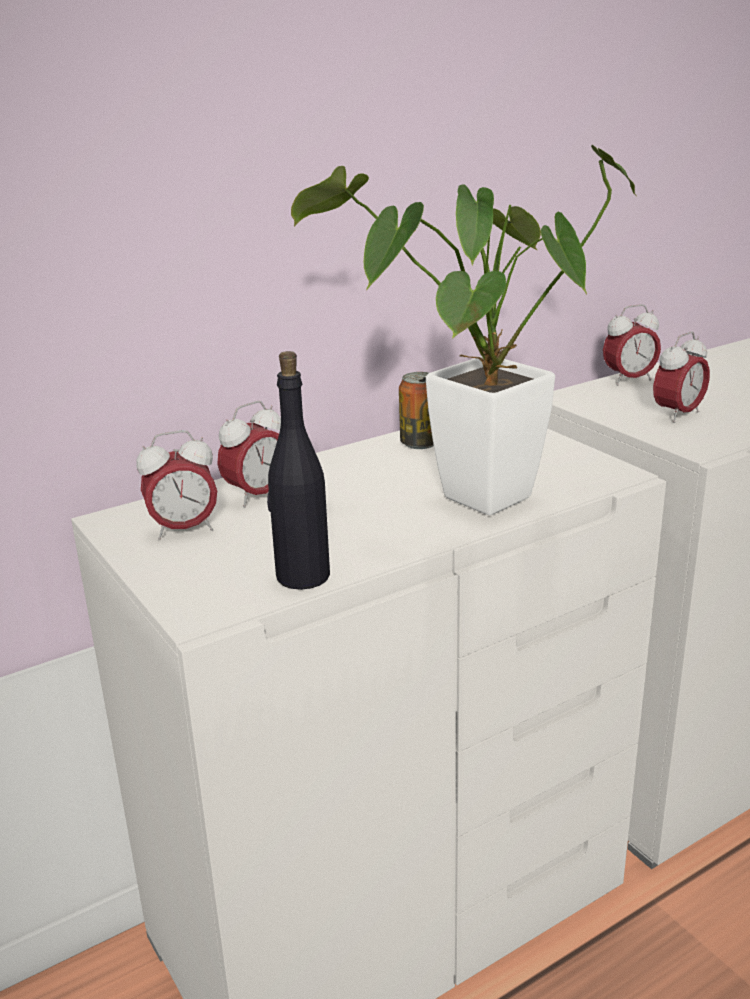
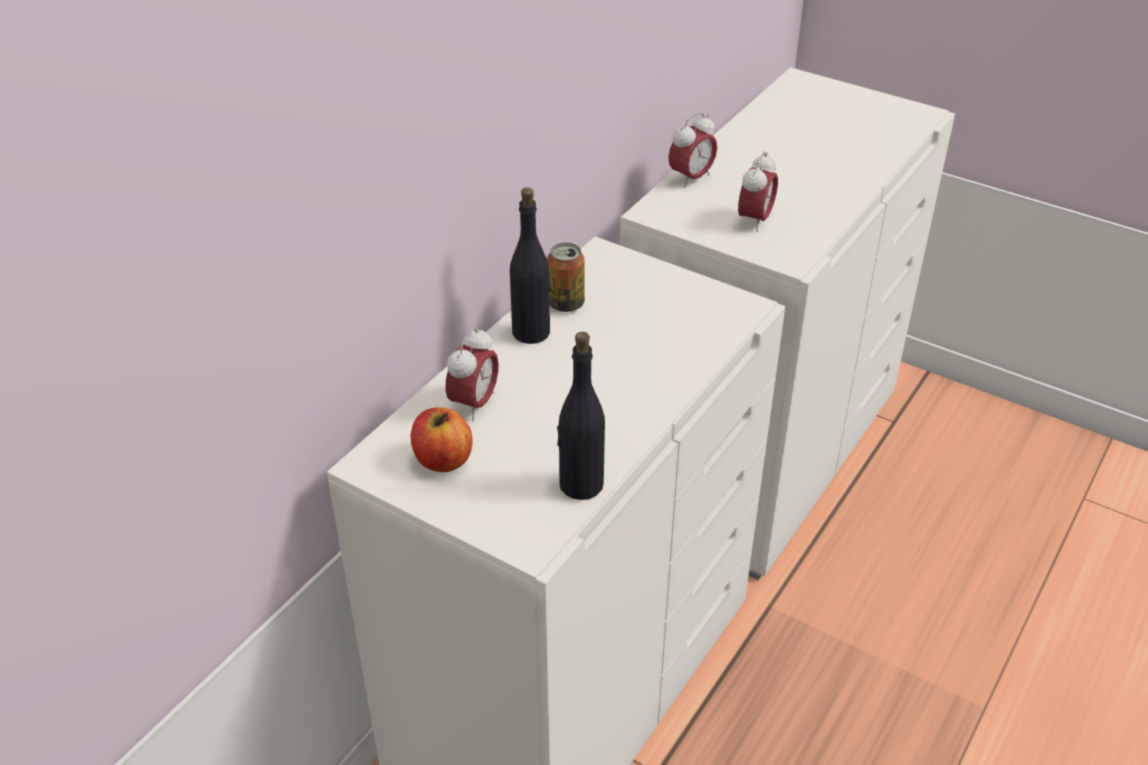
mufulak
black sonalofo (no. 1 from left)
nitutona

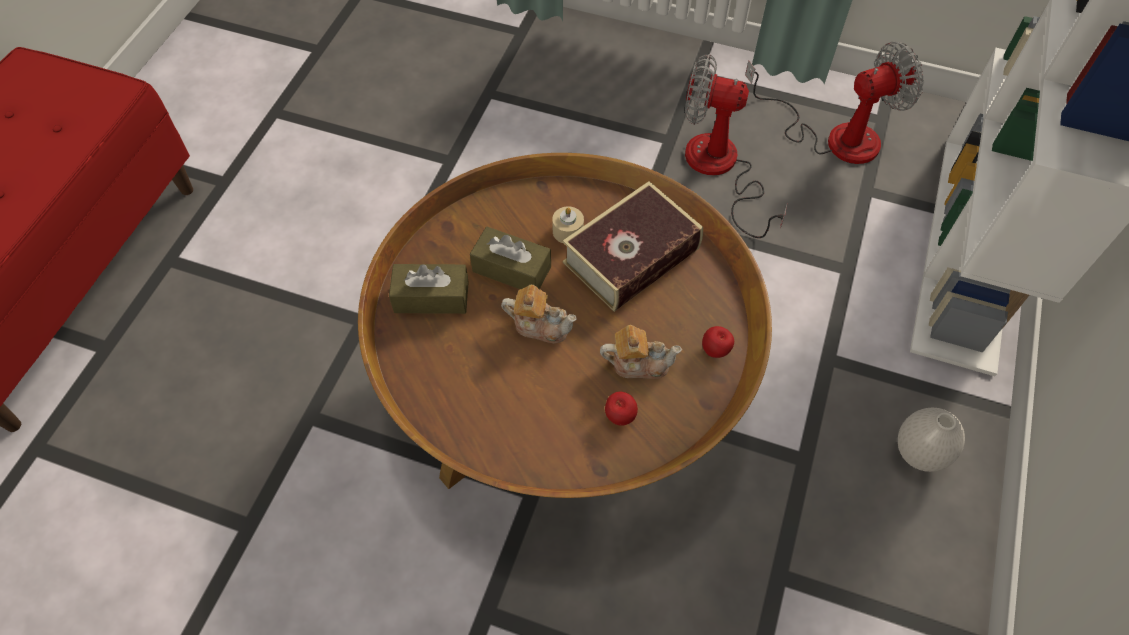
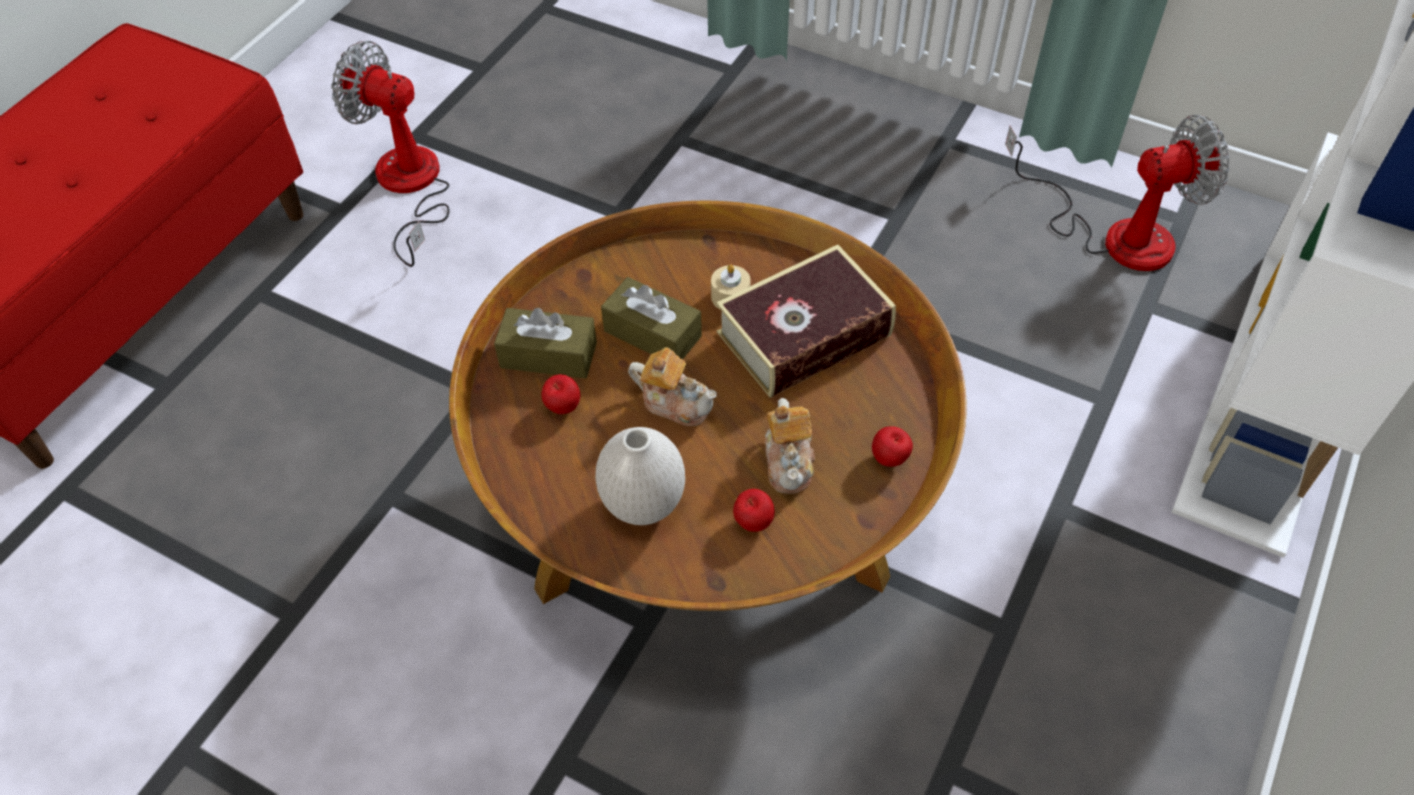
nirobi (no. 1 from left)
mufulak (no. 1 from left)
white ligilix
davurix (no. 2 from left)

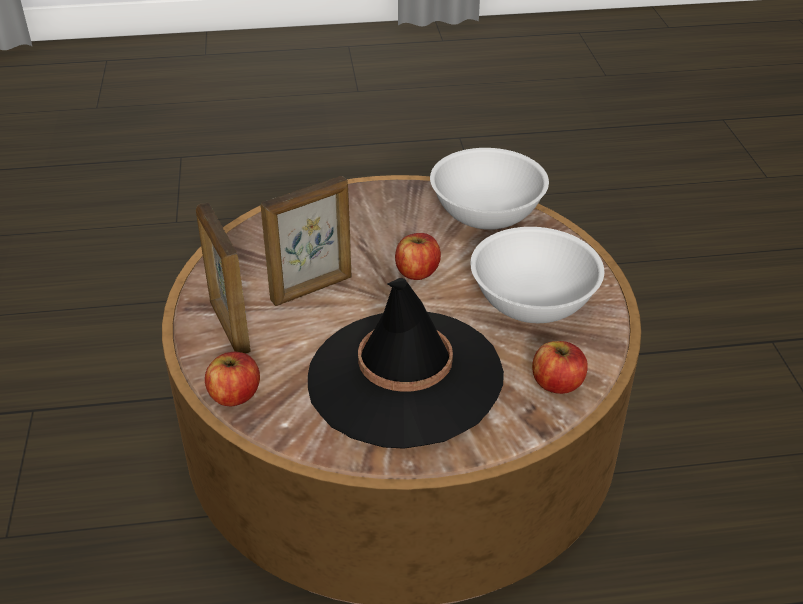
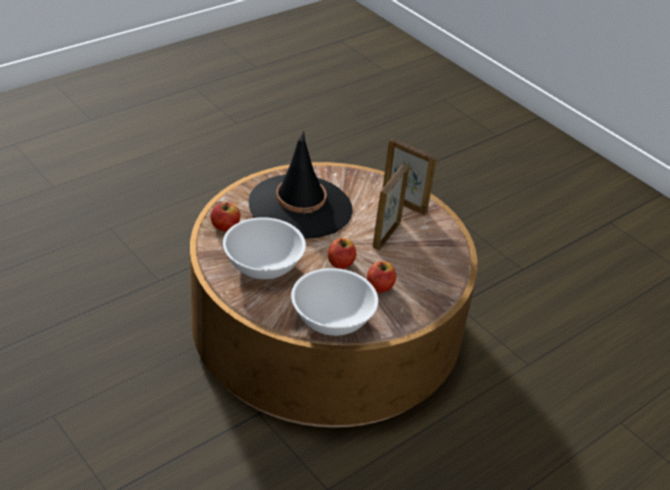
mufulak (no. 3 from left)

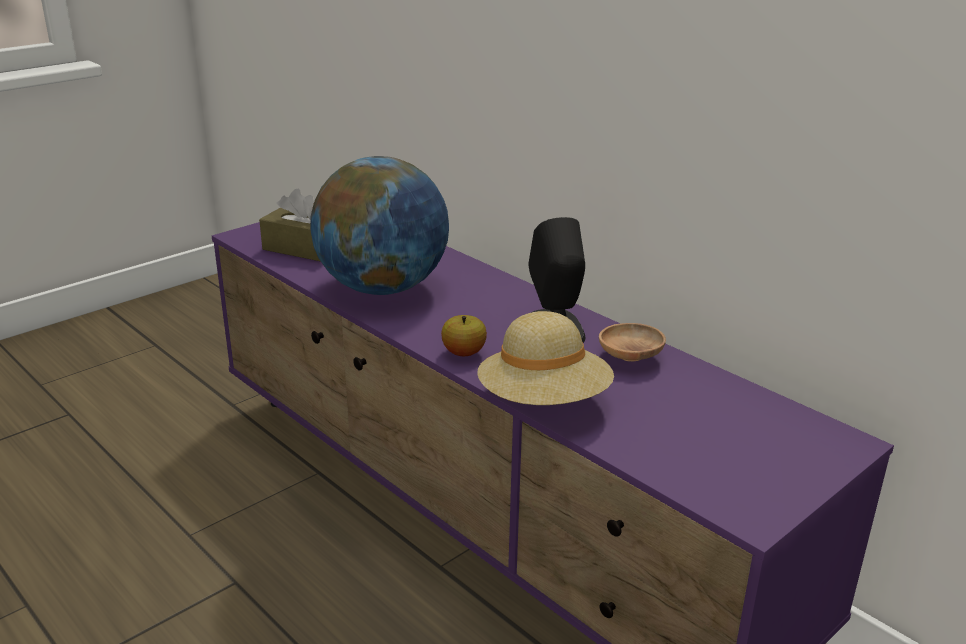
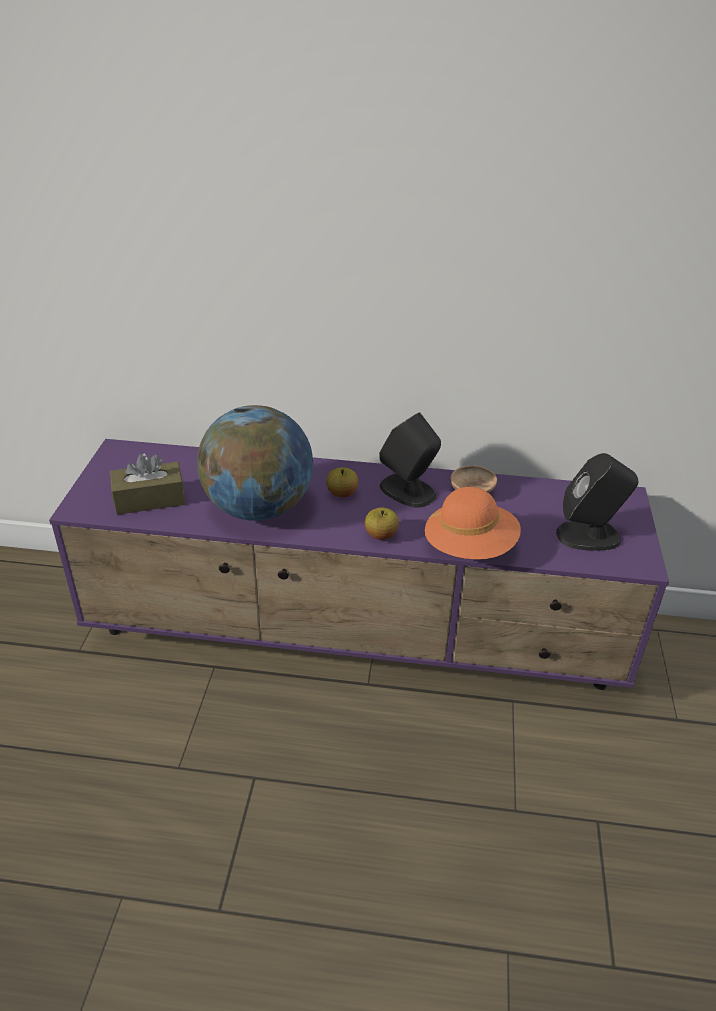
mufulak (no. 1 from left)
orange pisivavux
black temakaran (no. 2 from left)

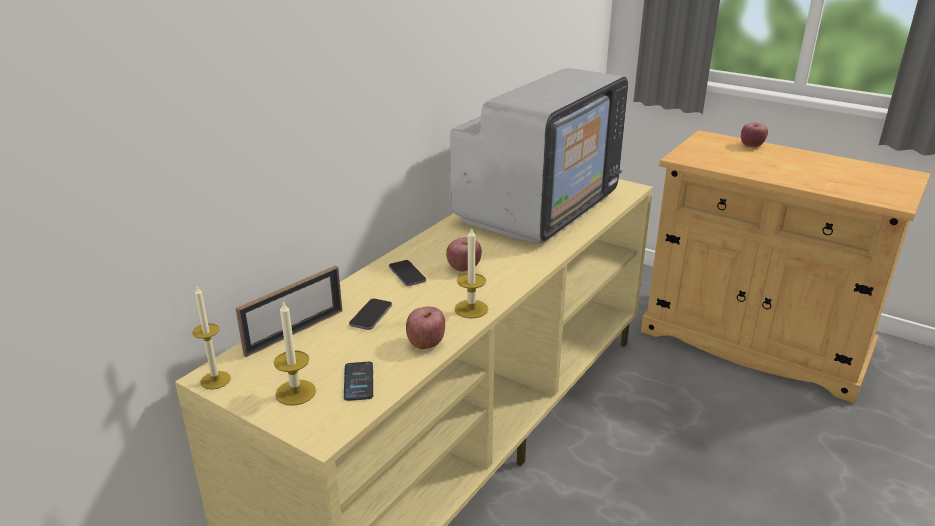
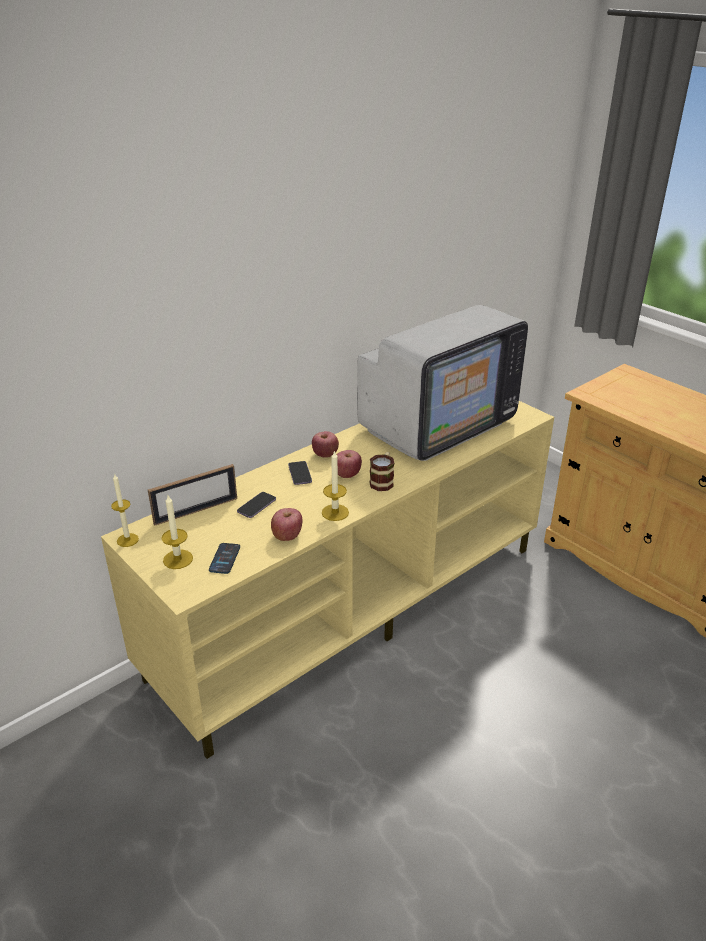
mufulak (no. 2 from left)
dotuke

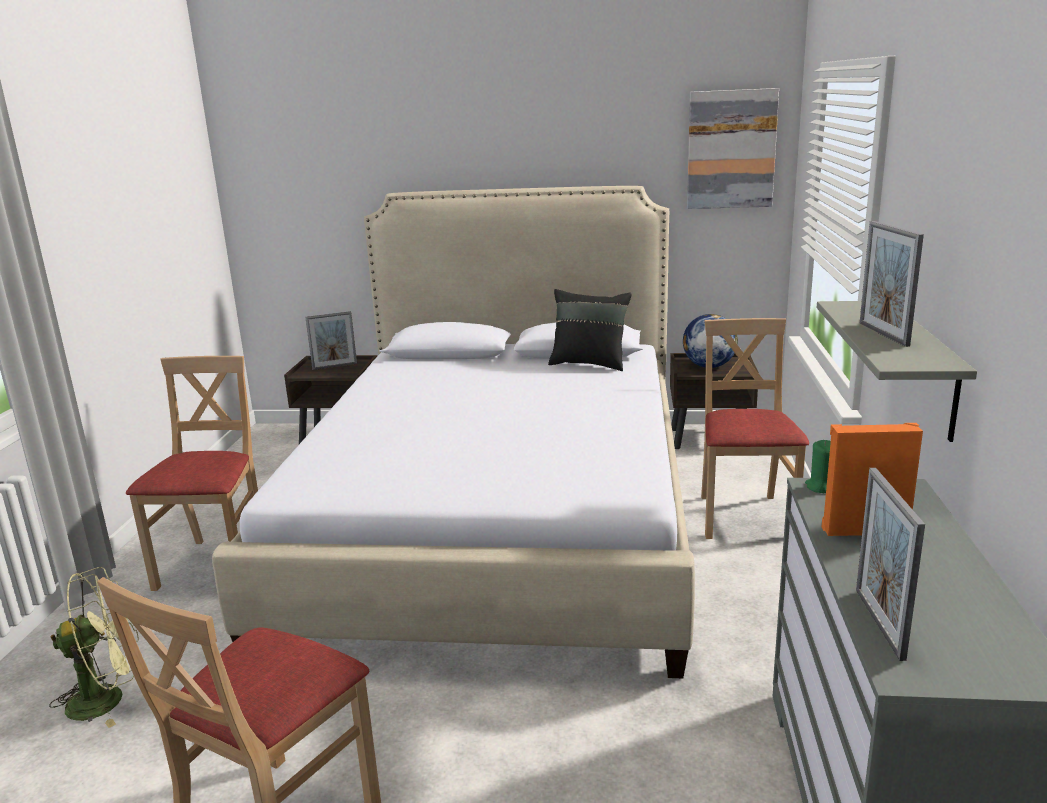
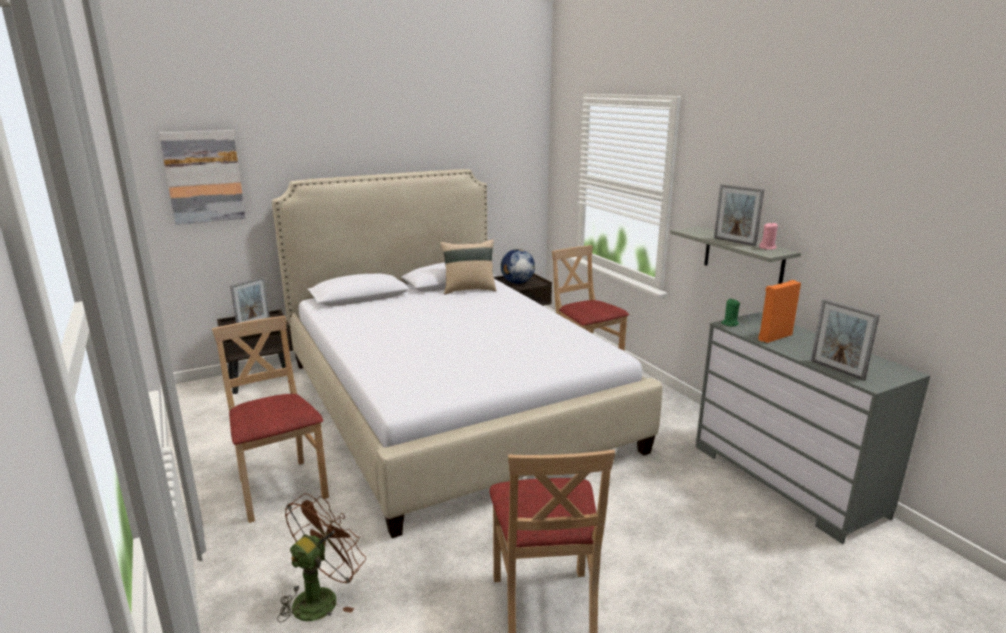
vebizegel
brown nirobi
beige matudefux
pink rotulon

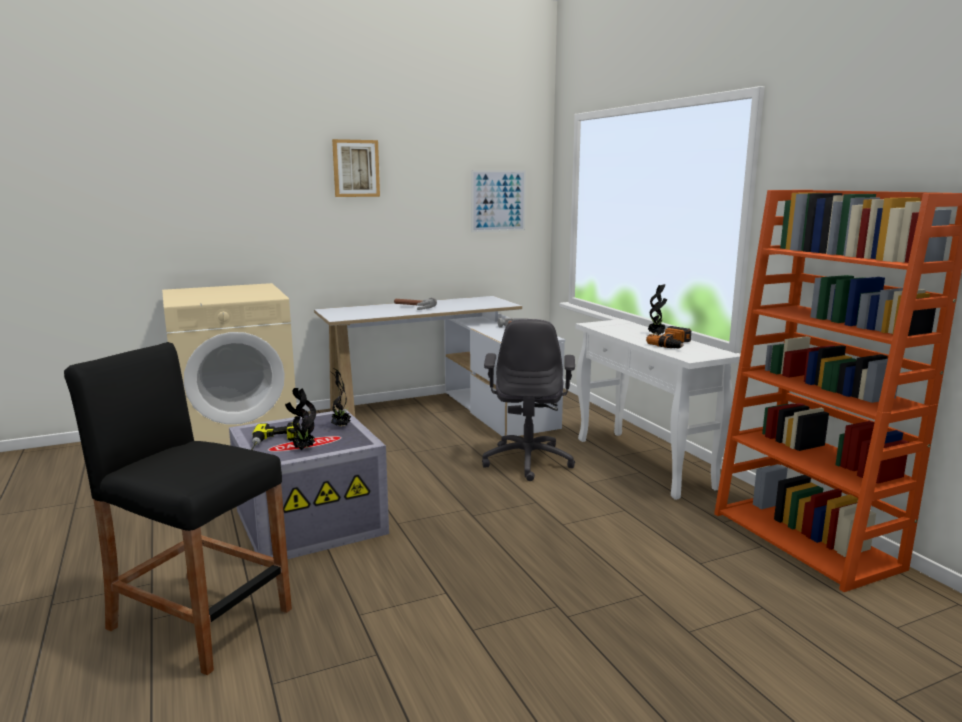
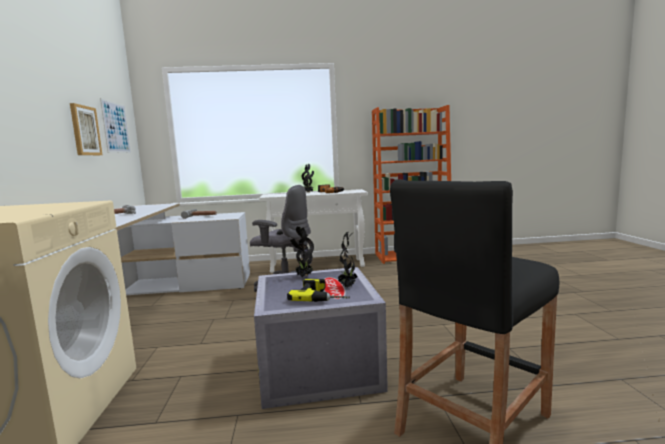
vebizegel (no. 1 from left)

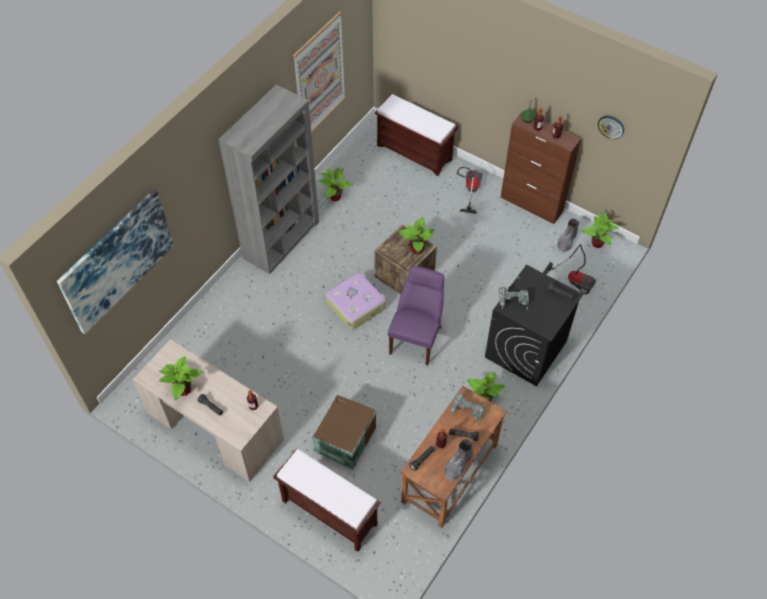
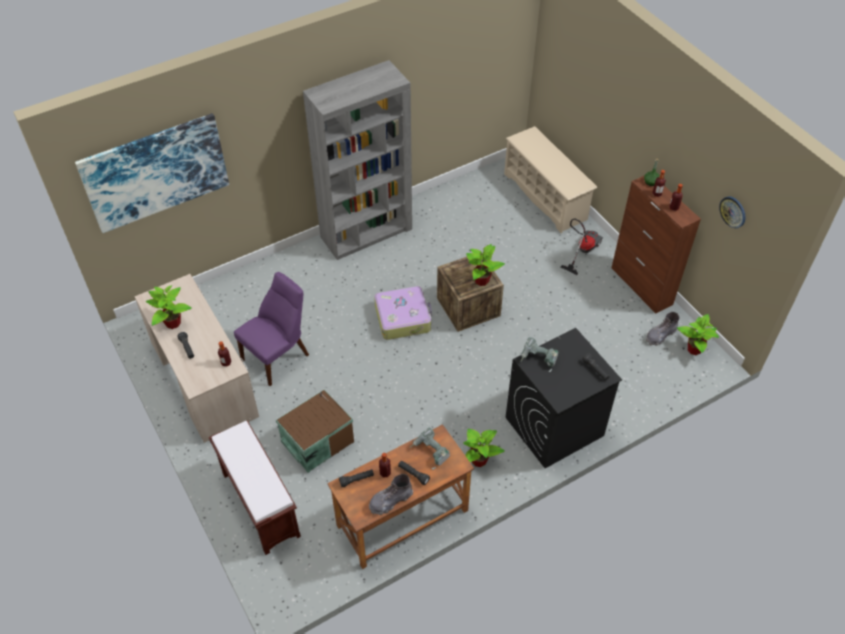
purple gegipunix
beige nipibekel
vebizegel (no. 2 from left in the first image)
nitutona (no. 2 from left in the first image)
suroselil (no. 2 from left in the first image)

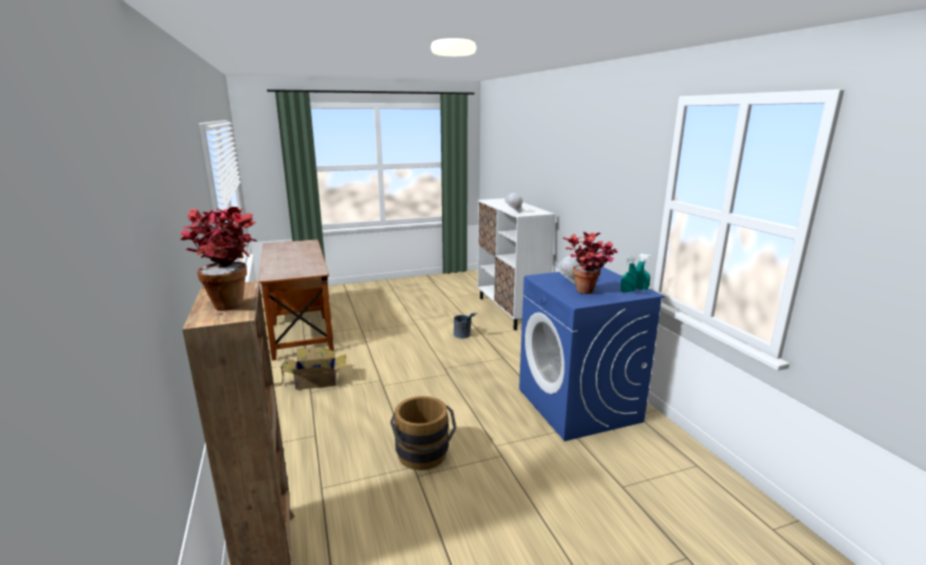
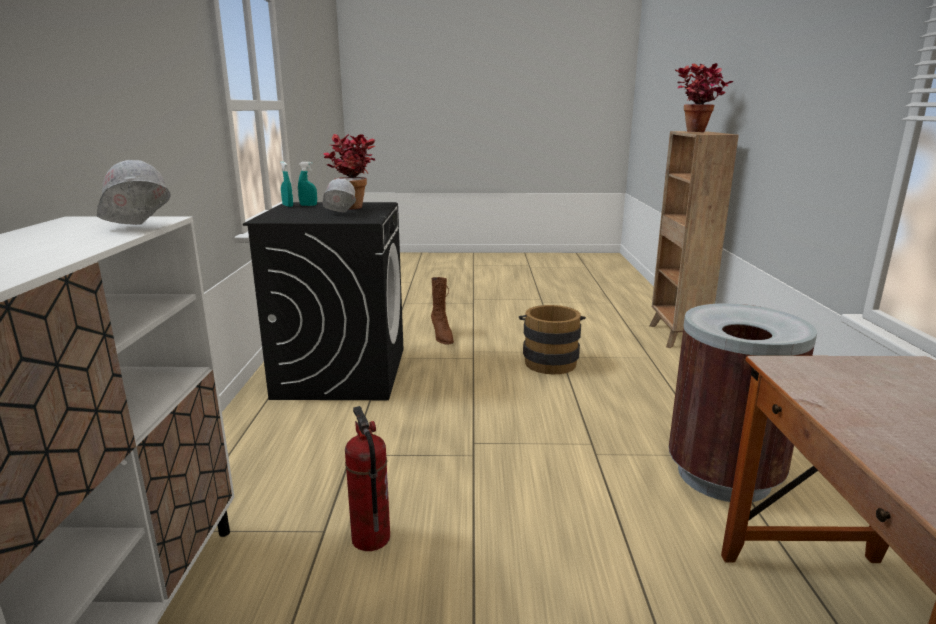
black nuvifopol
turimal
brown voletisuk
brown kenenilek

